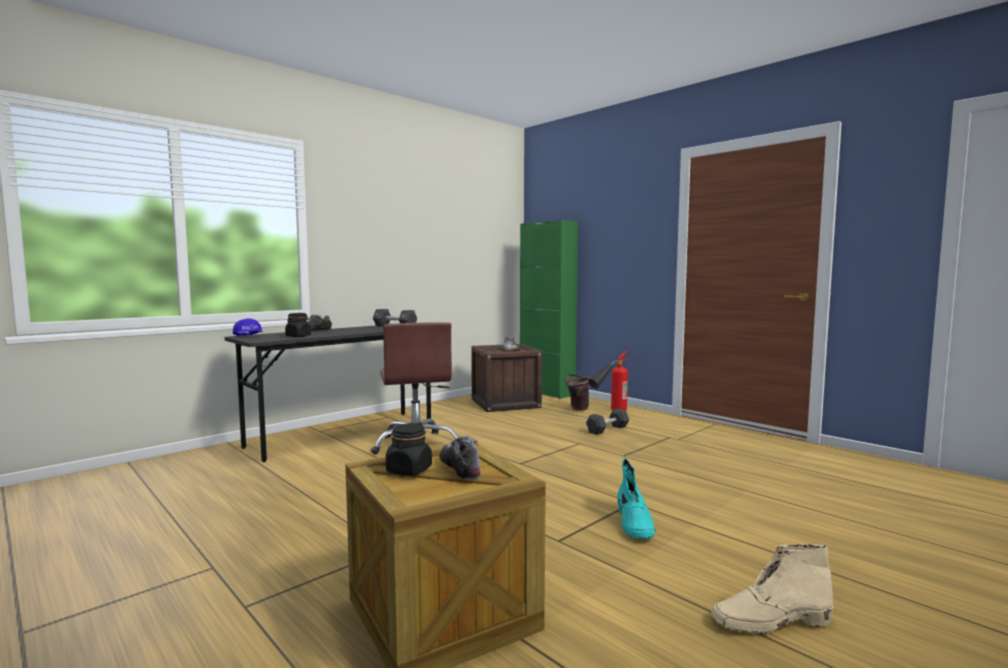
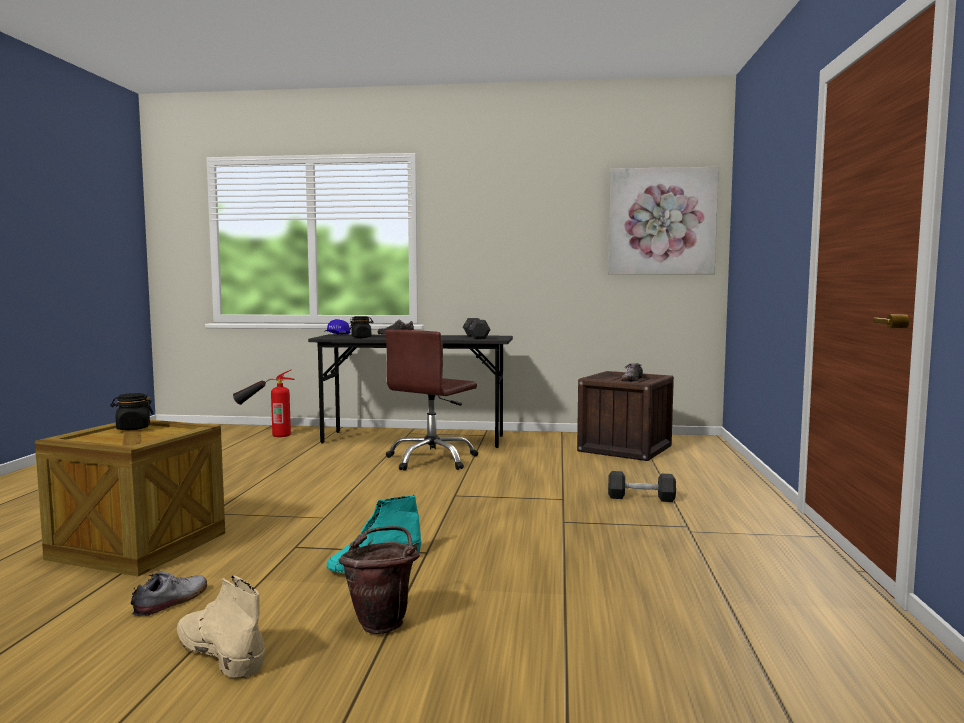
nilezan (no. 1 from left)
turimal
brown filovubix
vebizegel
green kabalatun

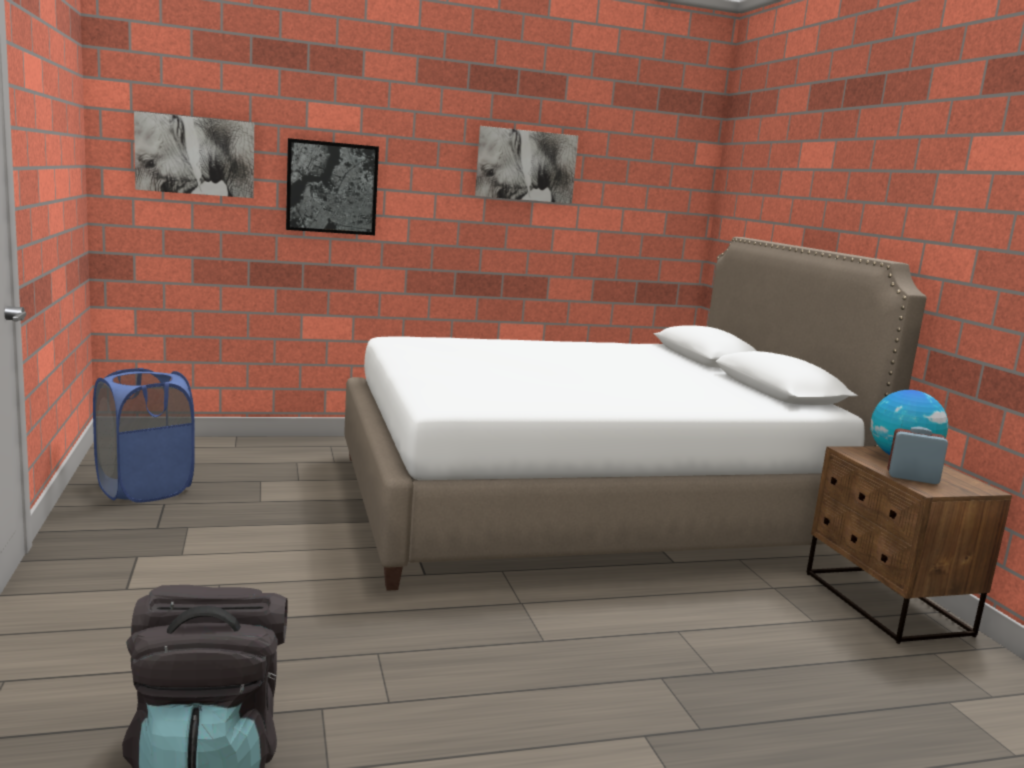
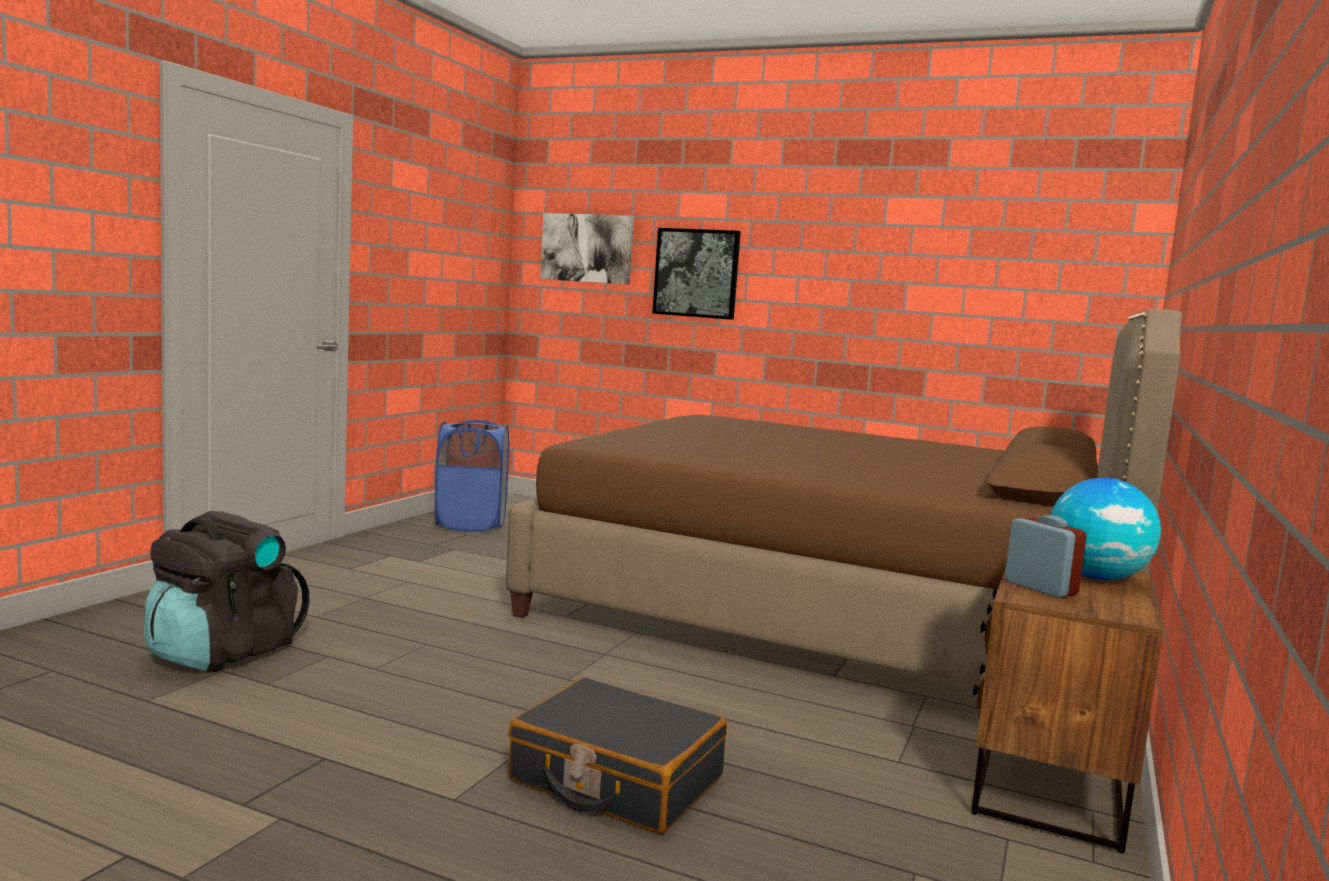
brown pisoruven
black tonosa
vebizegel (no. 3 from left in the first image)

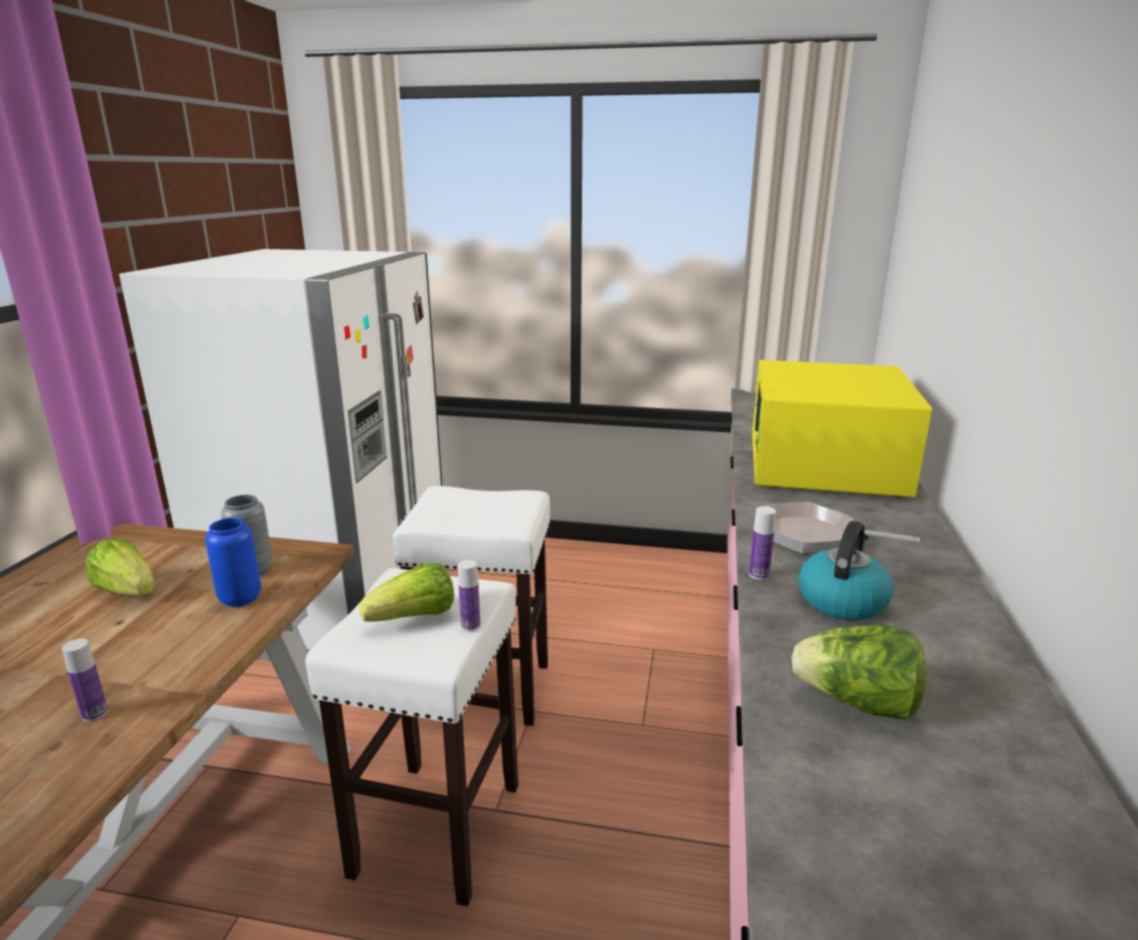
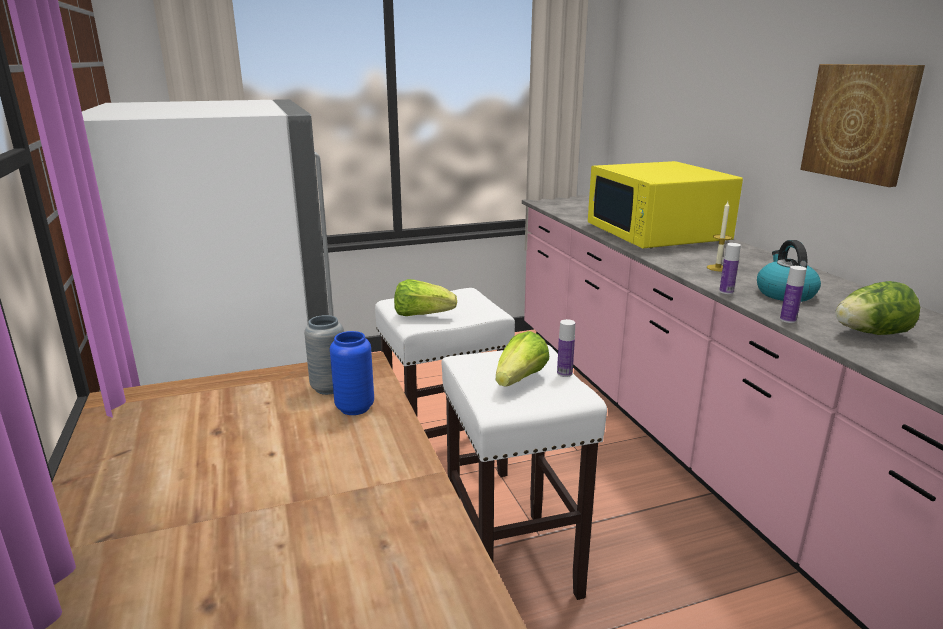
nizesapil (no. 1 from left)
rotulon
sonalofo (no. 3 from left)
vebizegel

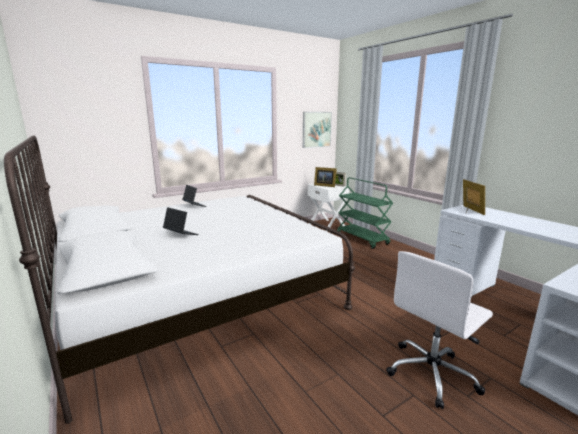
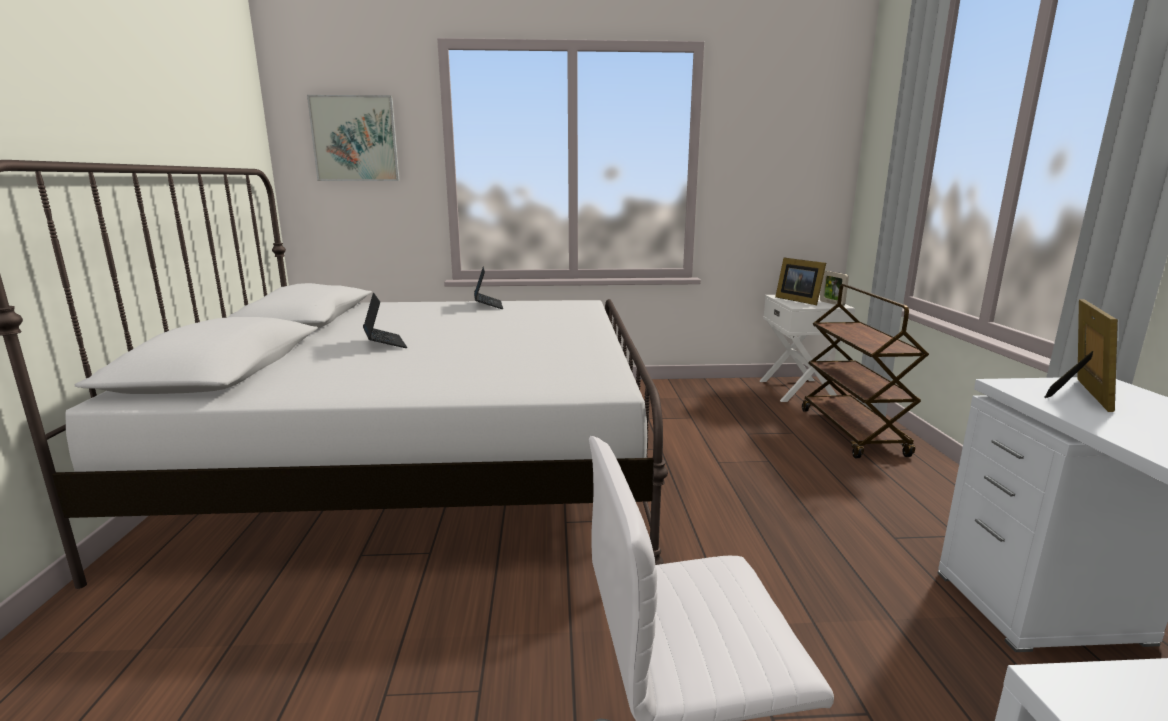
vebizegel
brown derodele

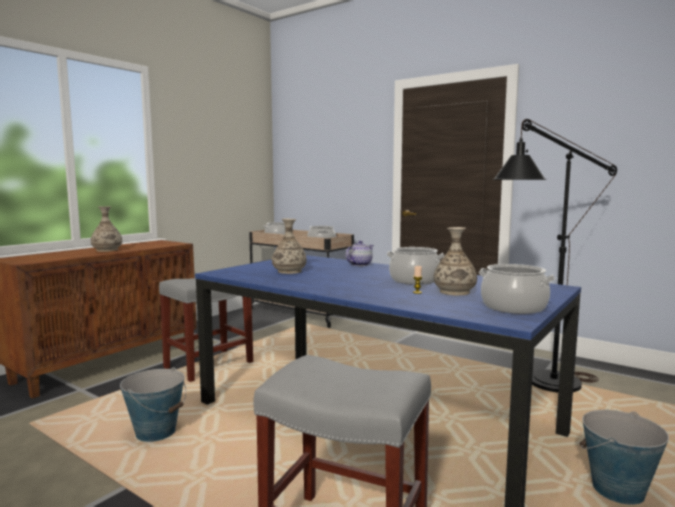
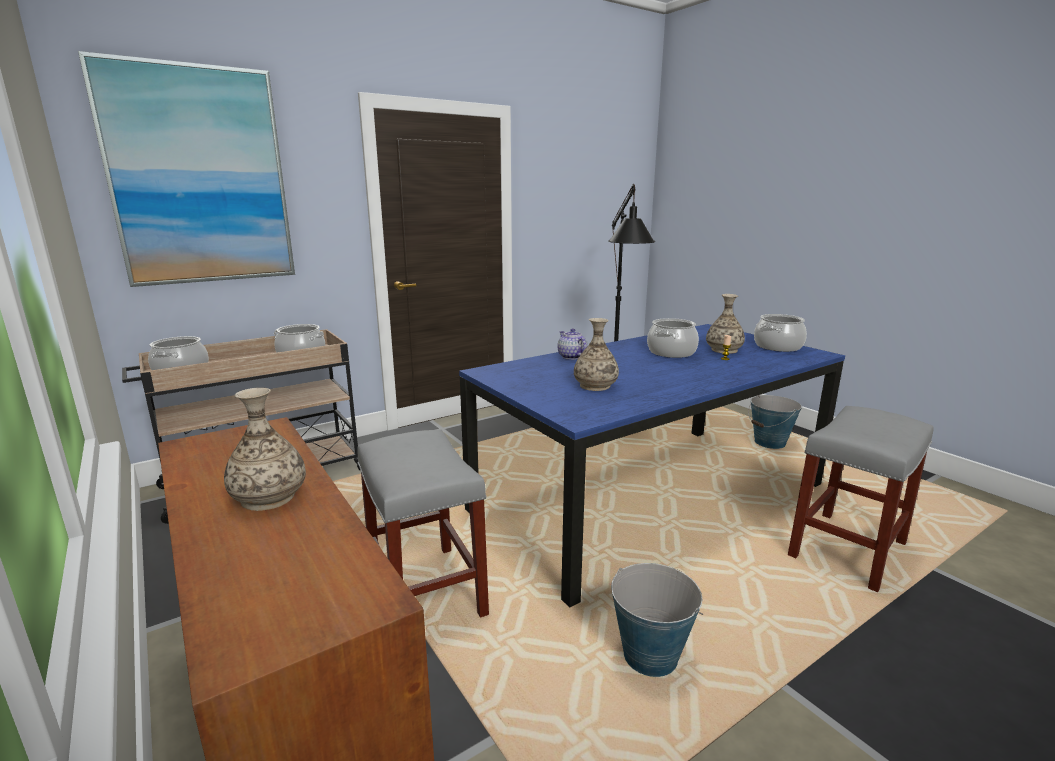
vebizegel

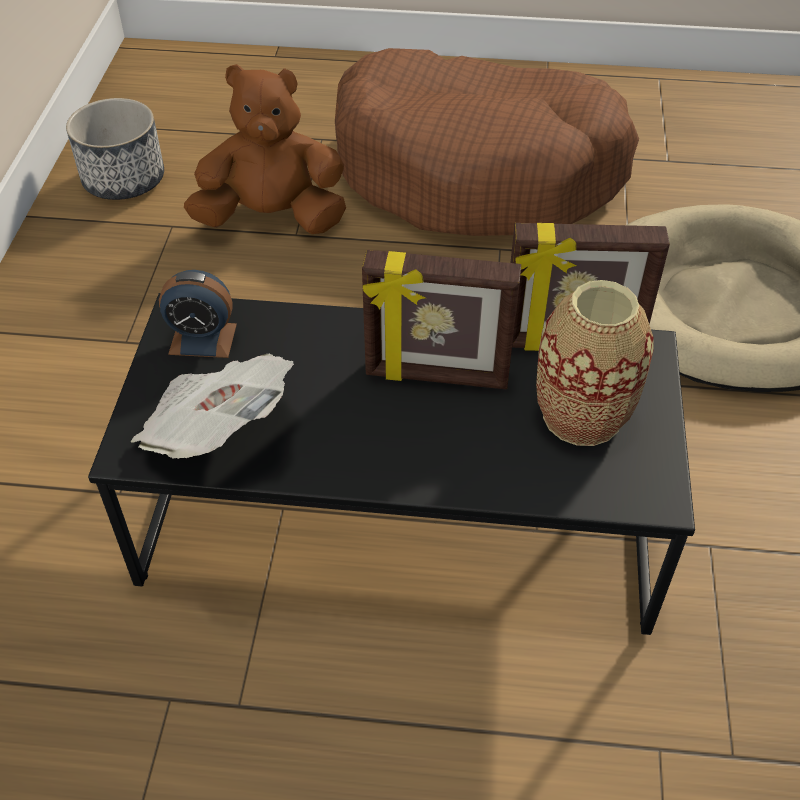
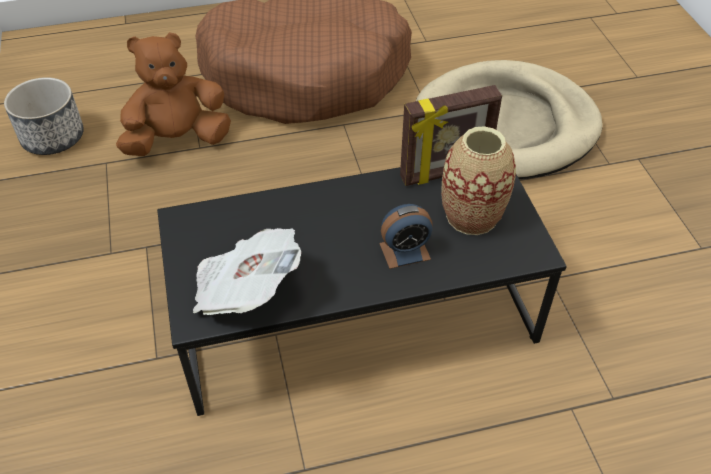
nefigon
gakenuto (no. 1 from left in the first image)

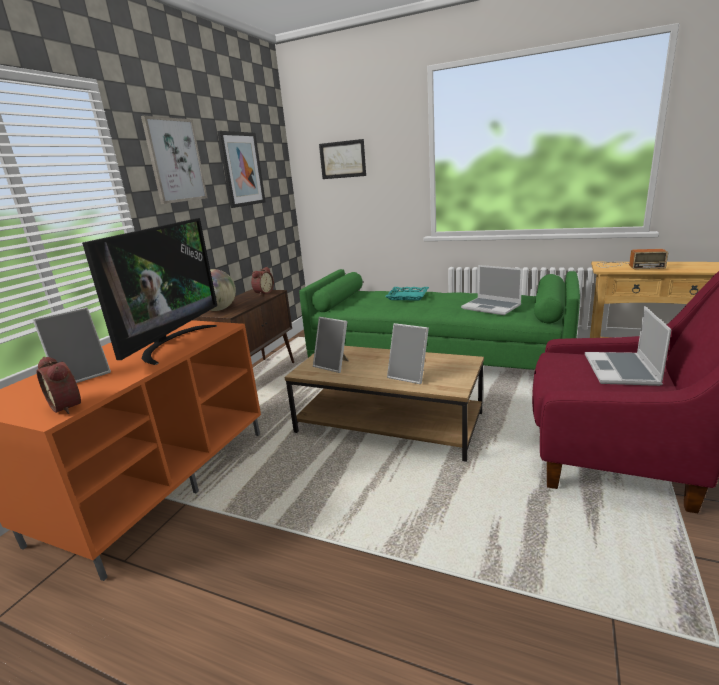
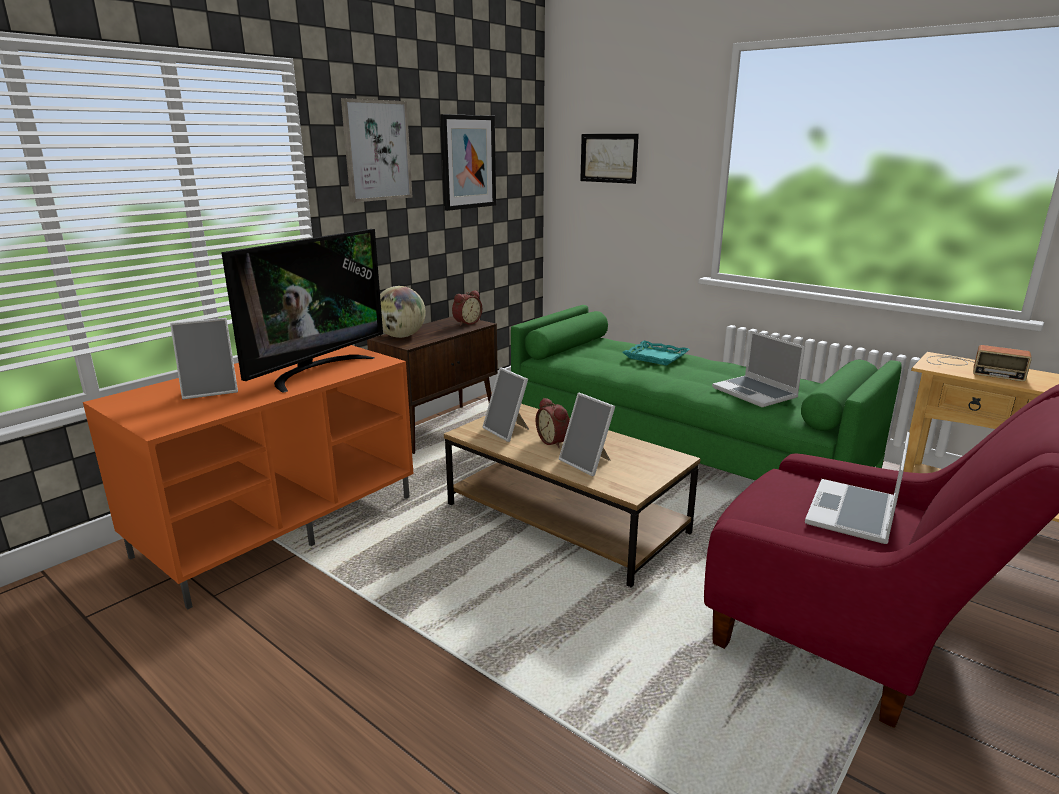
nefigon (no. 2 from left)

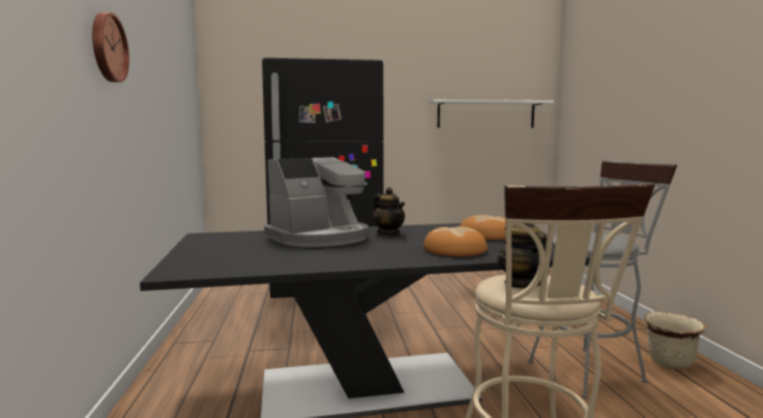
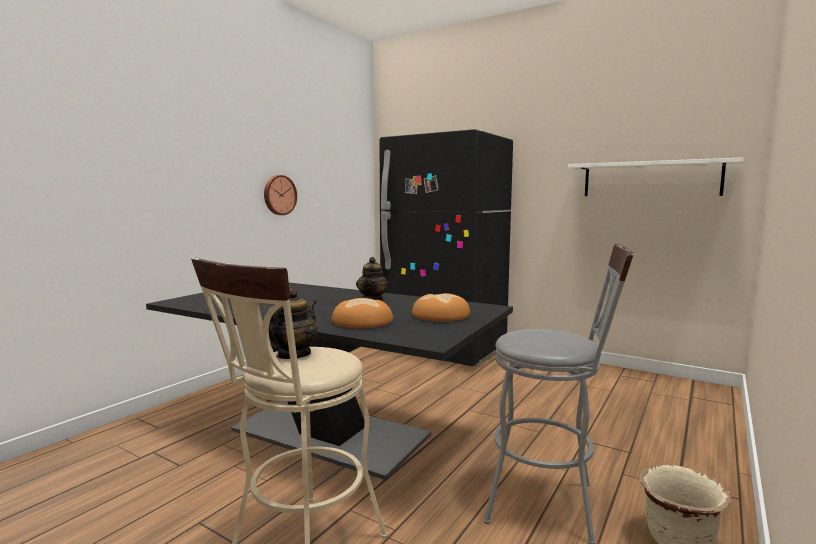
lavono
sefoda

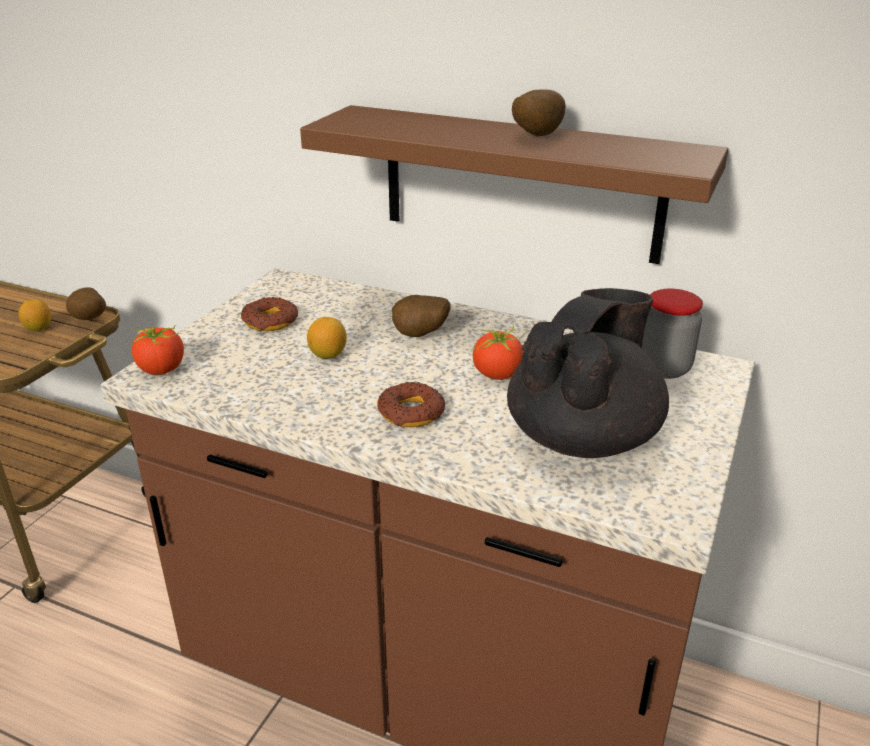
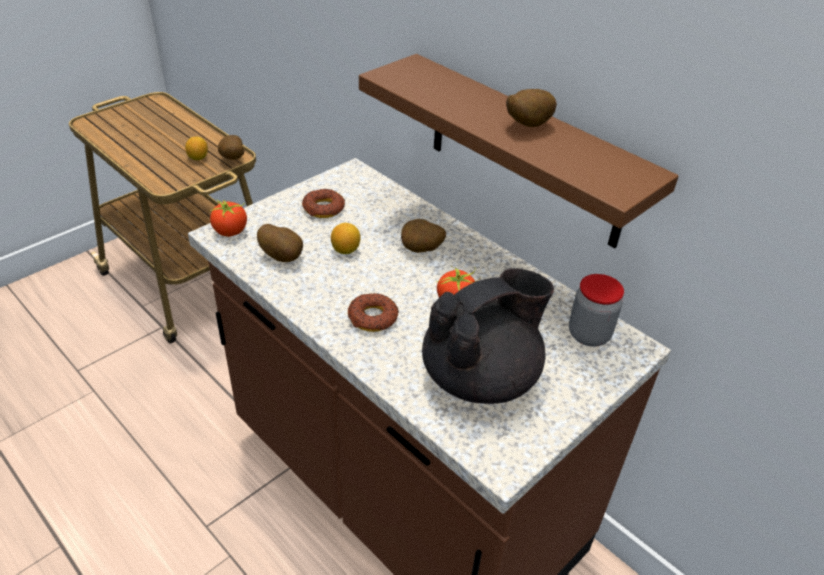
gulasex (no. 2 from left)

